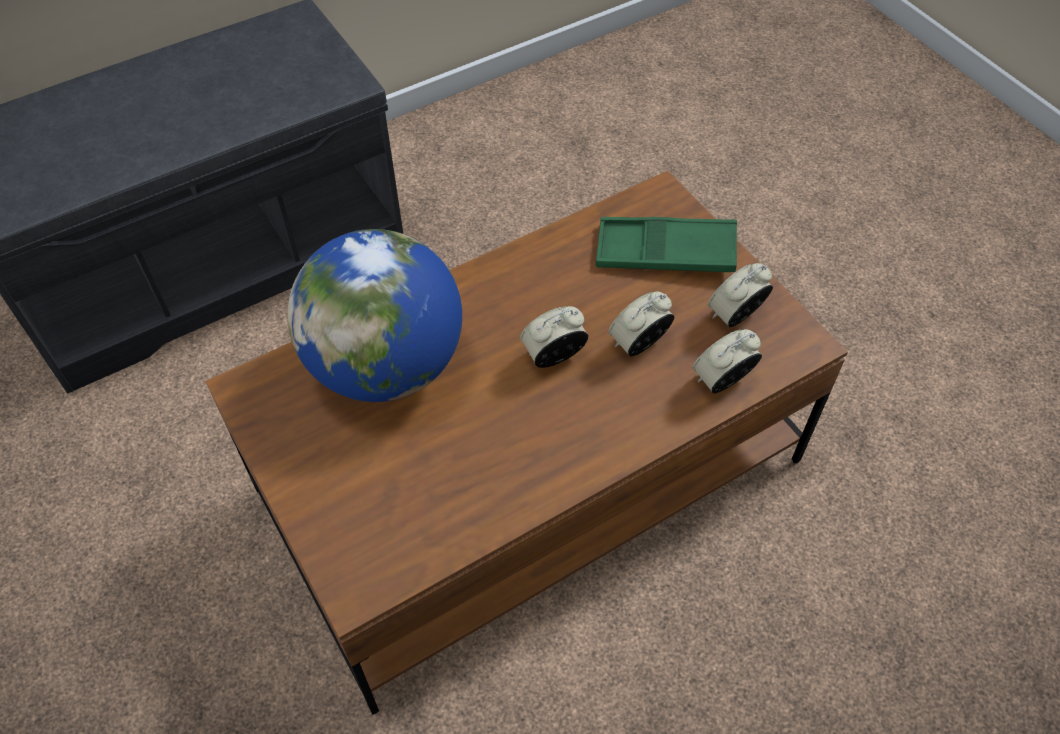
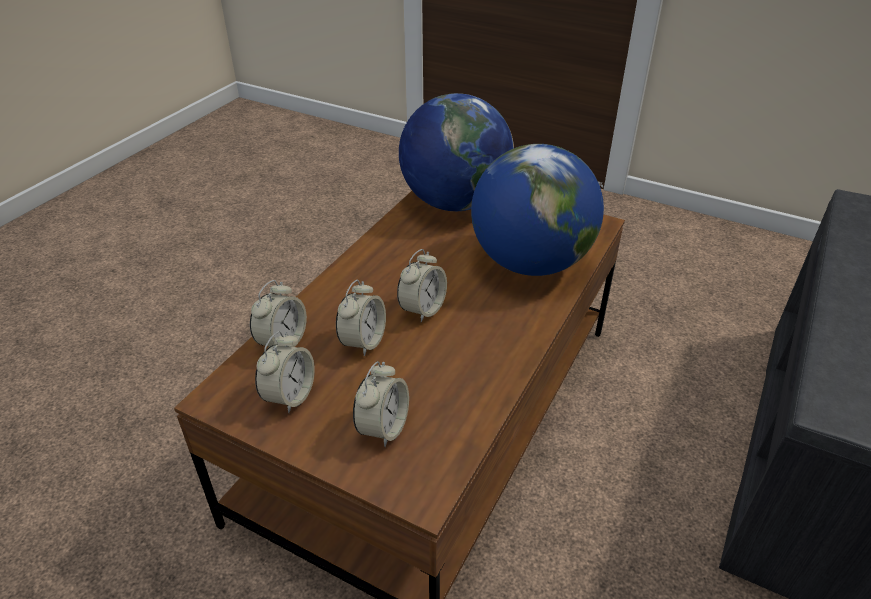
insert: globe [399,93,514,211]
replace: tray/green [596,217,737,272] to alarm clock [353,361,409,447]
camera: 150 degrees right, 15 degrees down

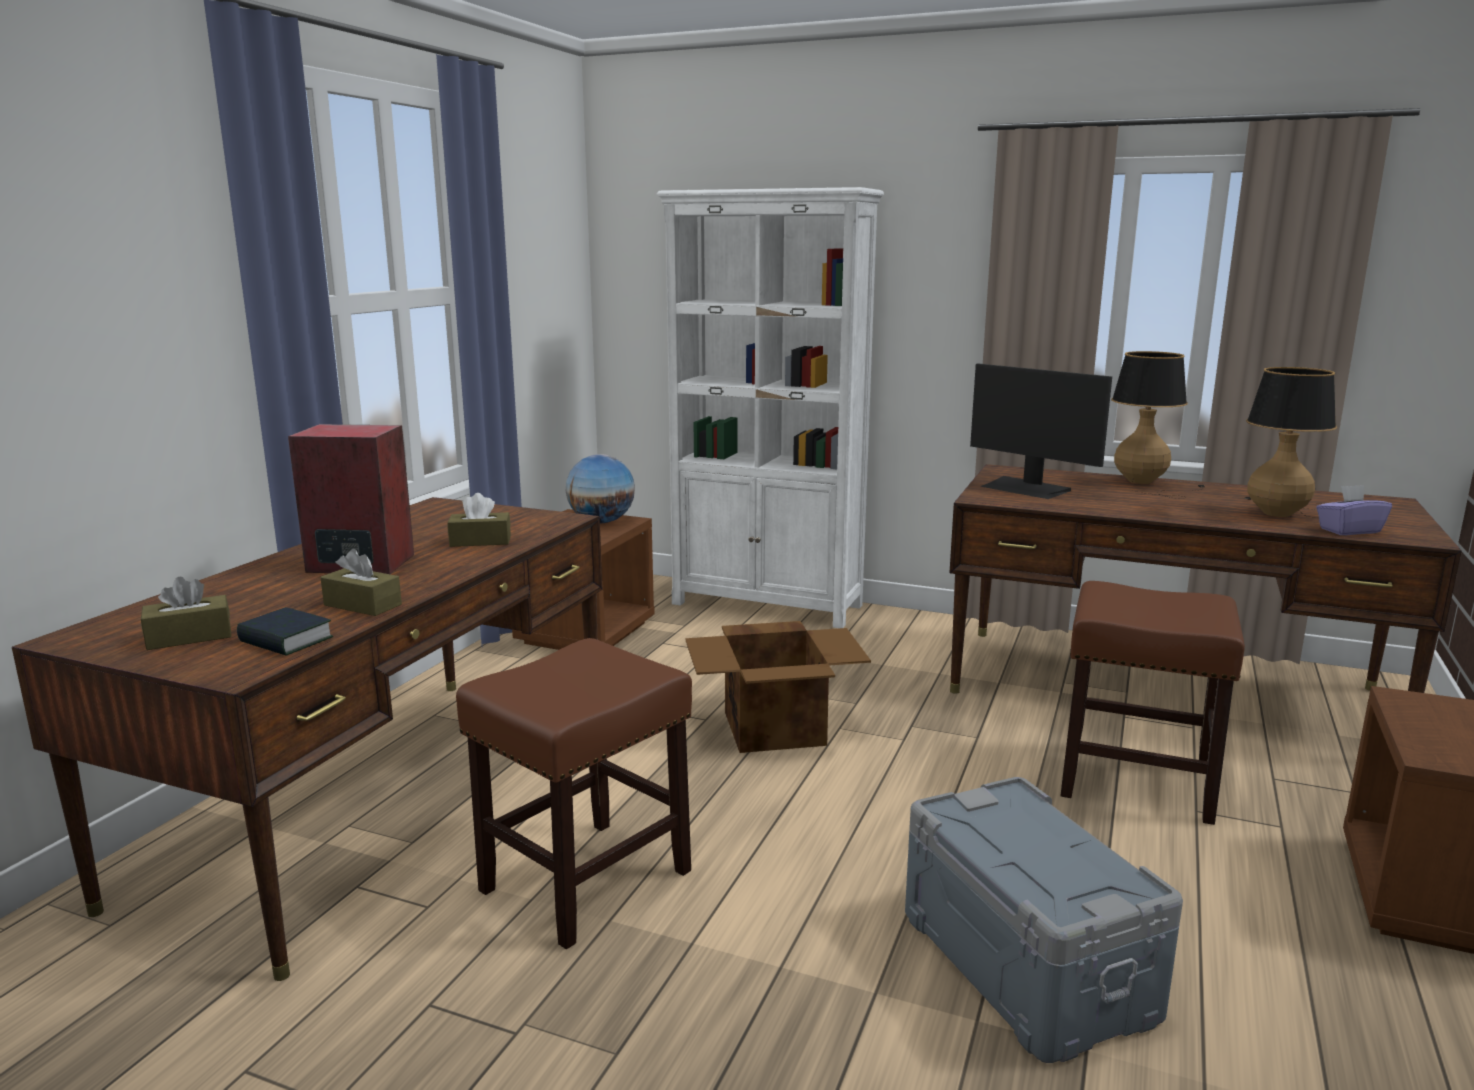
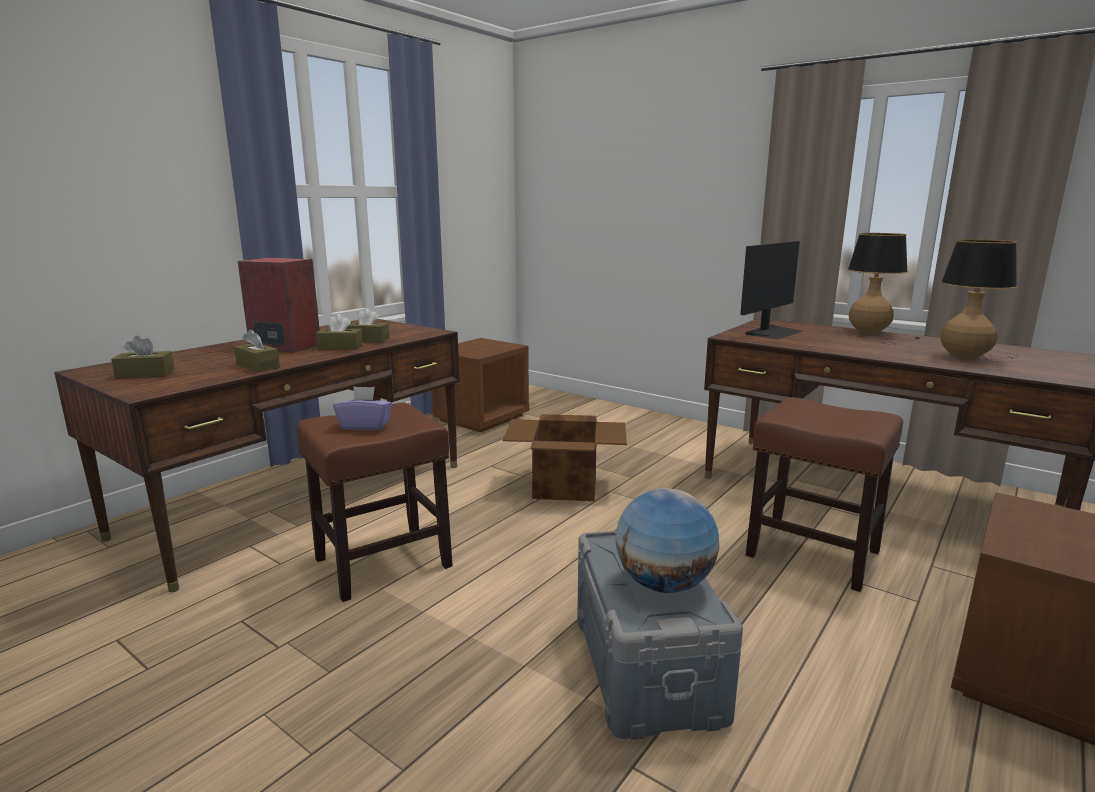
delete: book [237,607,333,656]; bookcase/white [657,187,884,628]
insert: tissue box/brown [316,314,363,350]
move: tissue box/purple [1316,485,1392,535] to [333,386,392,430]; globe [566,454,635,523] to [615,488,720,593]
rotate: monitor [970,364,1112,499] = [740,241,803,340] 105 degrees counterclockwise
camera: 15 degrees right, 0 degrees up

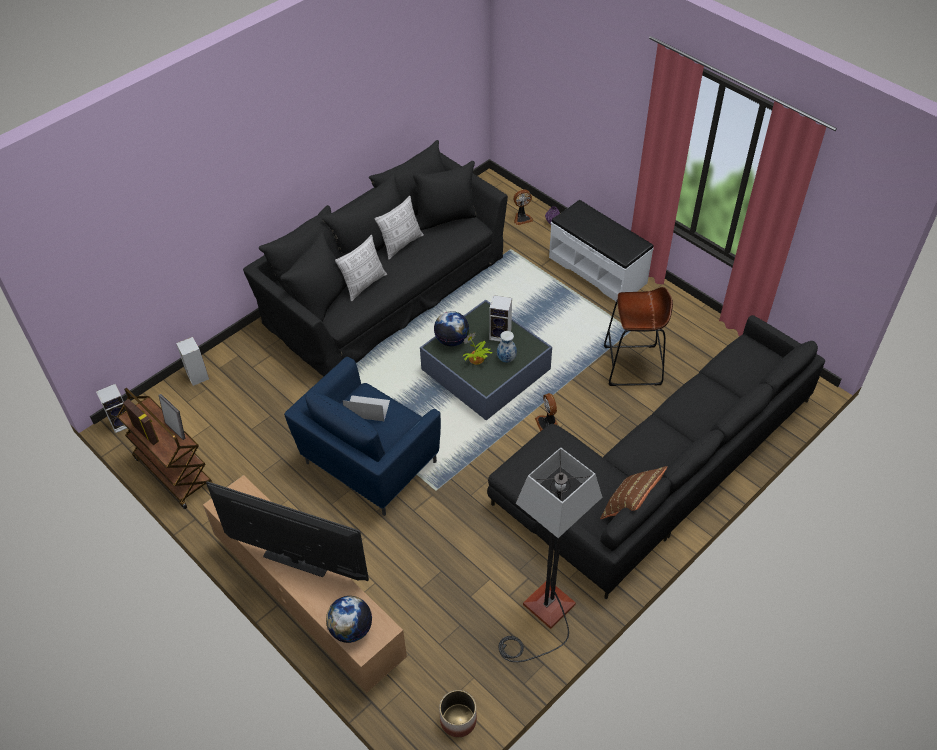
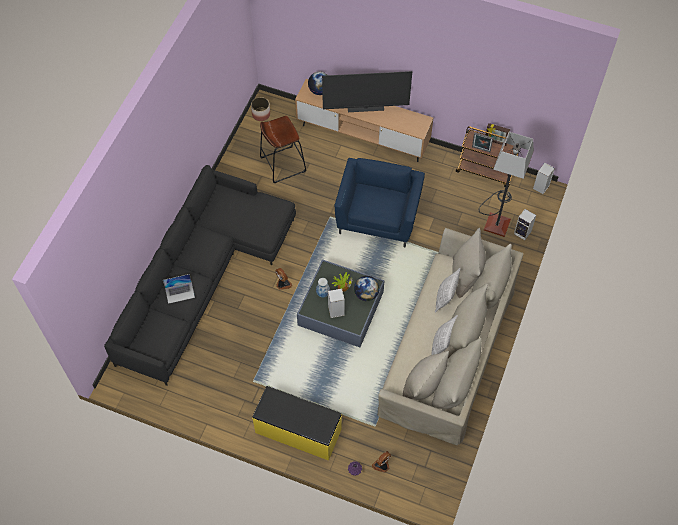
delete: pillow/brown [600,466,667,519]
move: laptop [342,395,390,421] to [163,274,195,304]; stool/brown [604,287,673,386] to [260,116,306,183]; floor lamp [499,447,602,662] to [479,132,534,237]
recolor: bench/white [549,200,653,301] to bench/yellow [252,386,342,461]; sofa/black [243,140,508,377] to sofa/beige [377,228,524,445]
camera: 155 degrees right, 10 degrees up

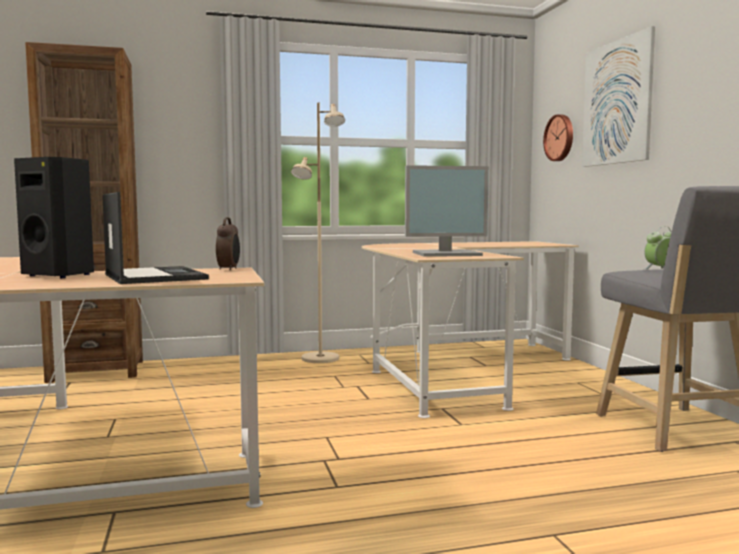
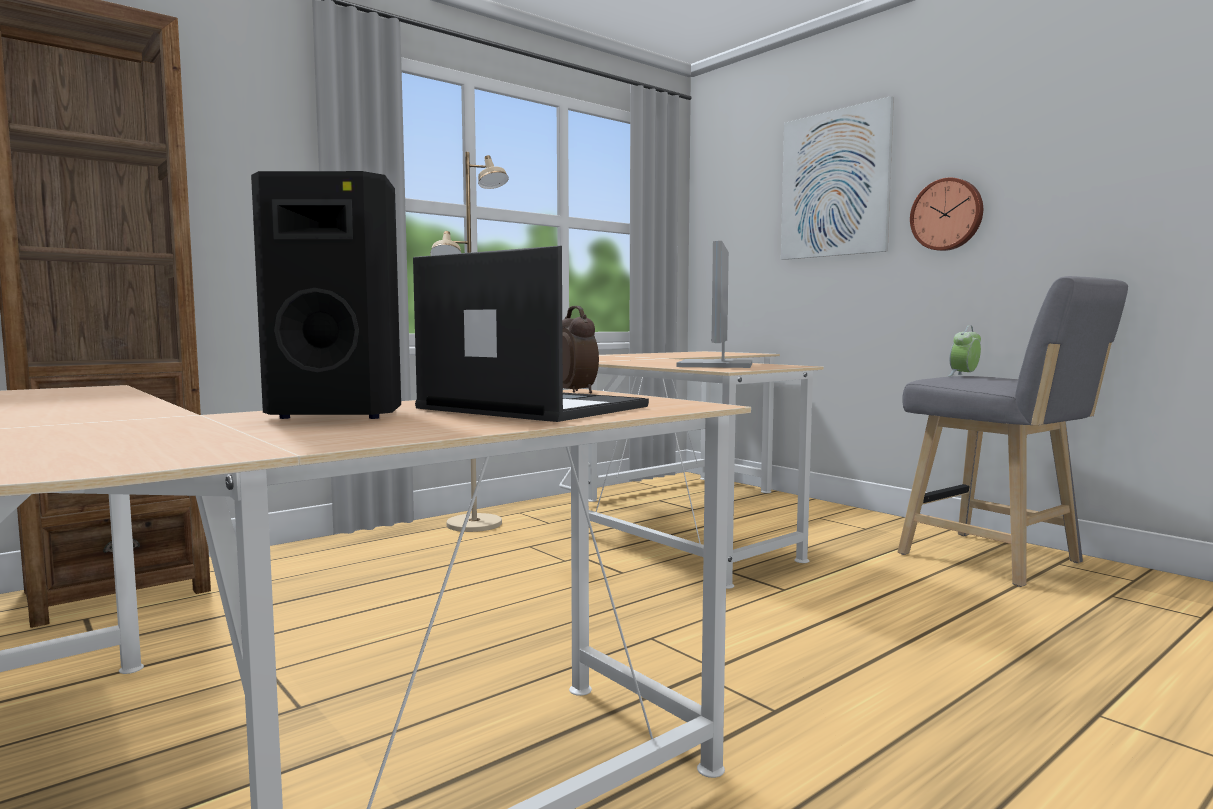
move: wall clock [543,114,573,161] to [910,178,983,251]
rotate: monitor [405,165,489,257] = [676,241,752,368] 135 degrees clockwise
camera: 25 degrees left, 0 degrees up

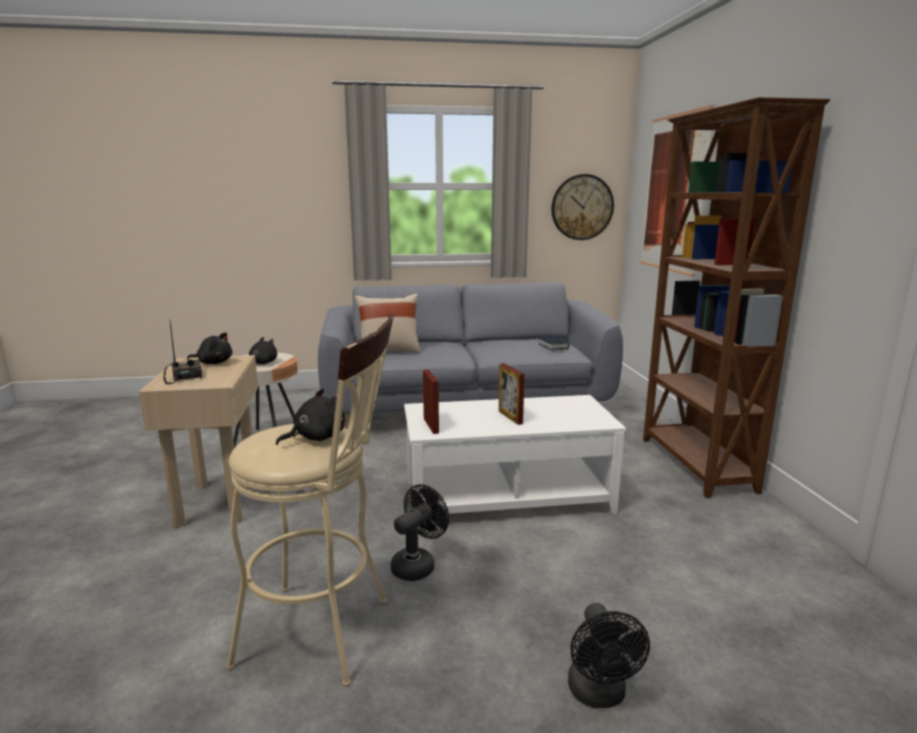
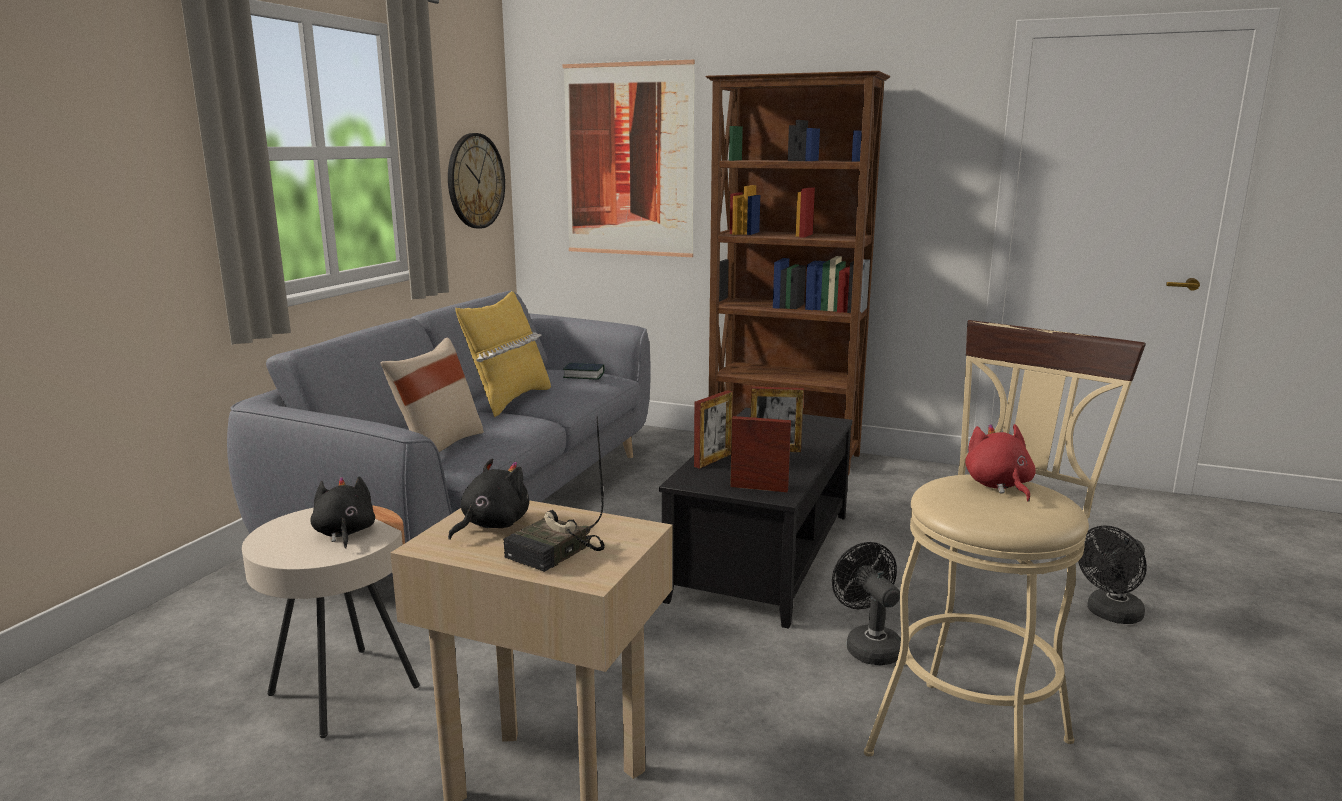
insert: pillow/yellow [455,291,551,417]; picture frame [694,390,733,469]
recolor: coffee table/white [404,395,626,529] to coffee table/black [659,408,852,629]; plush toy/black [276,389,345,445] to plush toy/red [965,424,1036,502]
rotate: radio [163,321,202,384] = [503,416,604,572] 60 degrees counterclockwise; fan/black [568,603,650,708] = [1078,526,1147,624] 120 degrees clockwise
camera: 60 degrees left, 0 degrees up

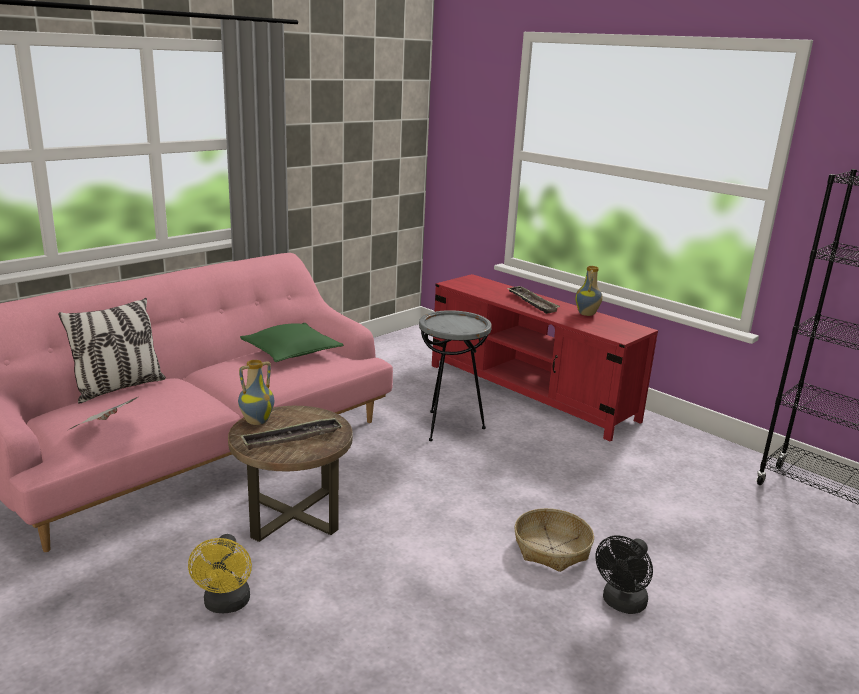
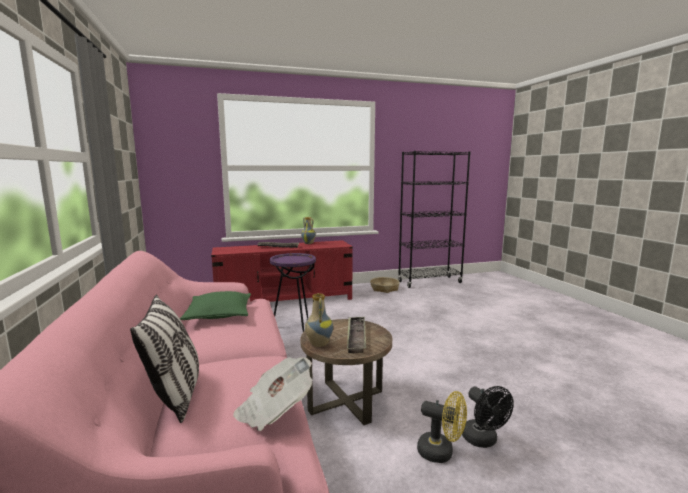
move: basket [514,508,594,572] to [370,277,400,293]; fan/black [595,535,653,614] to [462,386,514,448]
recolor: side table/grey [419,310,492,441] to side table/purple [270,253,316,332]
camera: 60 degrees left, 10 degrees down

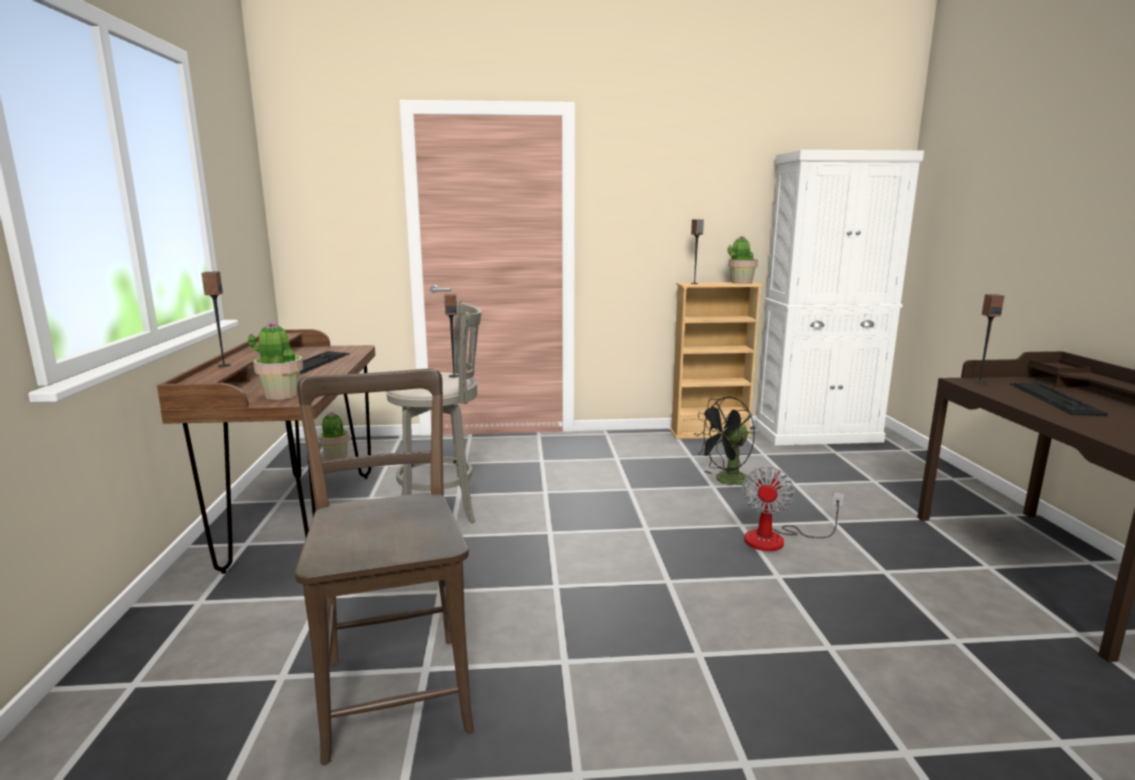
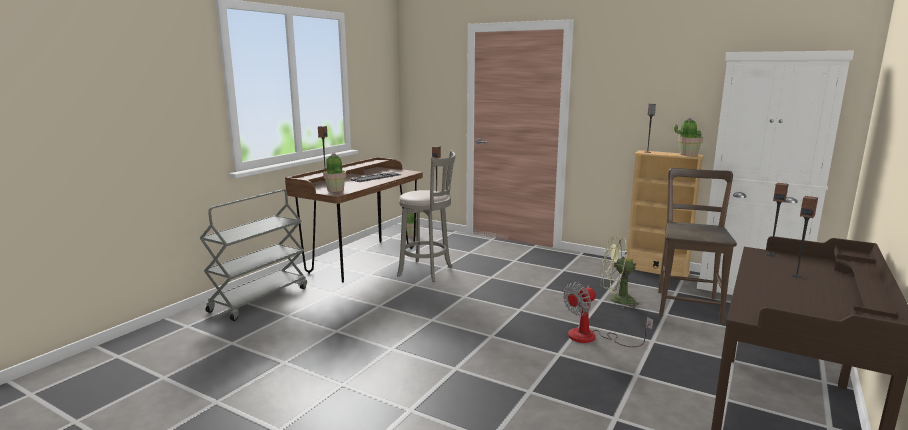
insert: cart/grey [200,189,307,321]
move: chair/brown [294,368,474,765] to [658,168,737,324]
replace: keyboard [1010,382,1108,416] to speaker [791,196,818,278]
recolor: fan/black [694,397,758,486] to fan/green [600,237,644,308]
camera: 35 degrees right, 0 degrees up

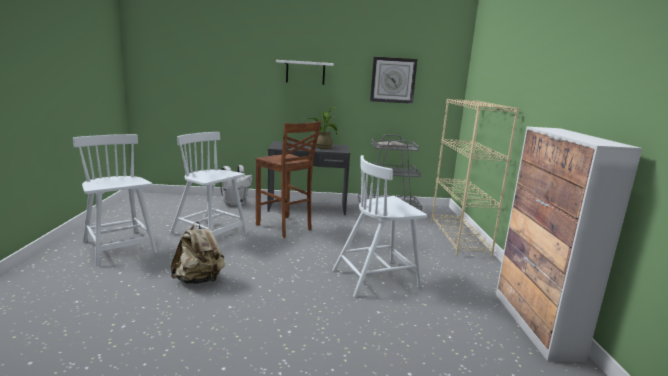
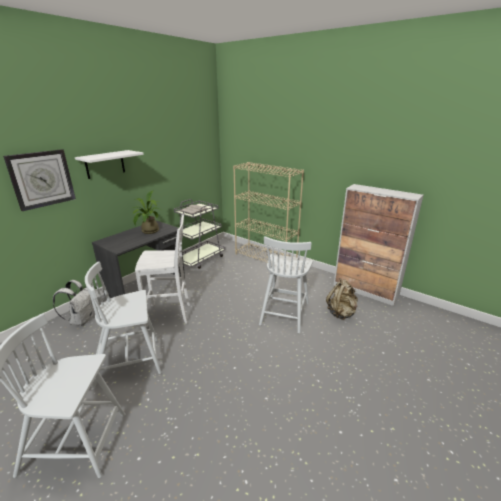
move: wall clock [370,56,417,104] to [3,149,76,211]; backpack/beige [171,222,225,284] to [326,278,358,320]
recolor: stool/brown [255,121,321,238] to stool/white [135,215,190,327]
camera: 50 degrees left, 10 degrees up

